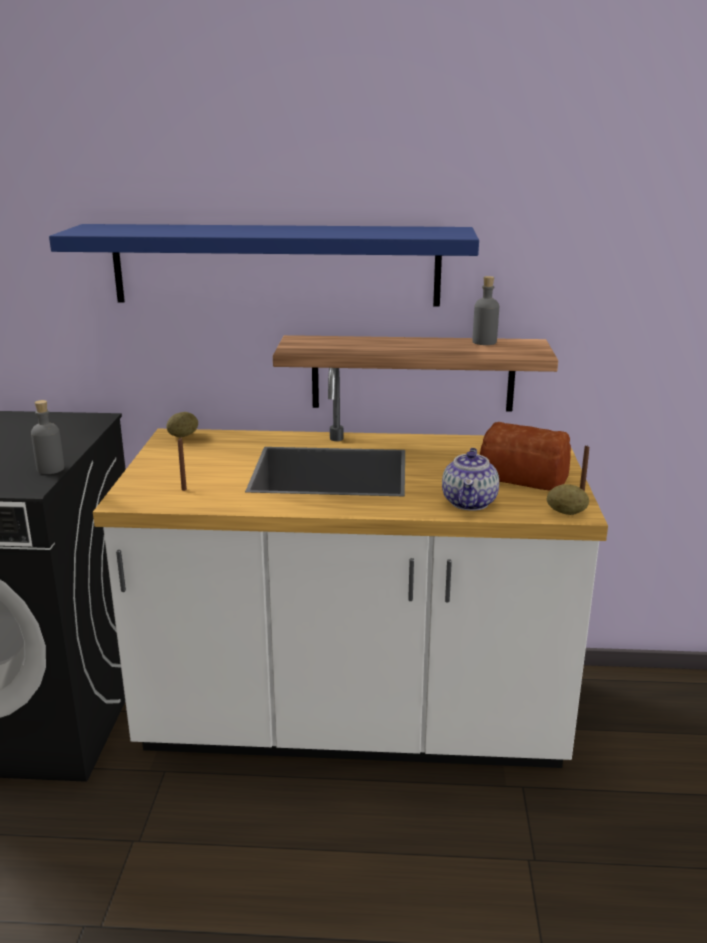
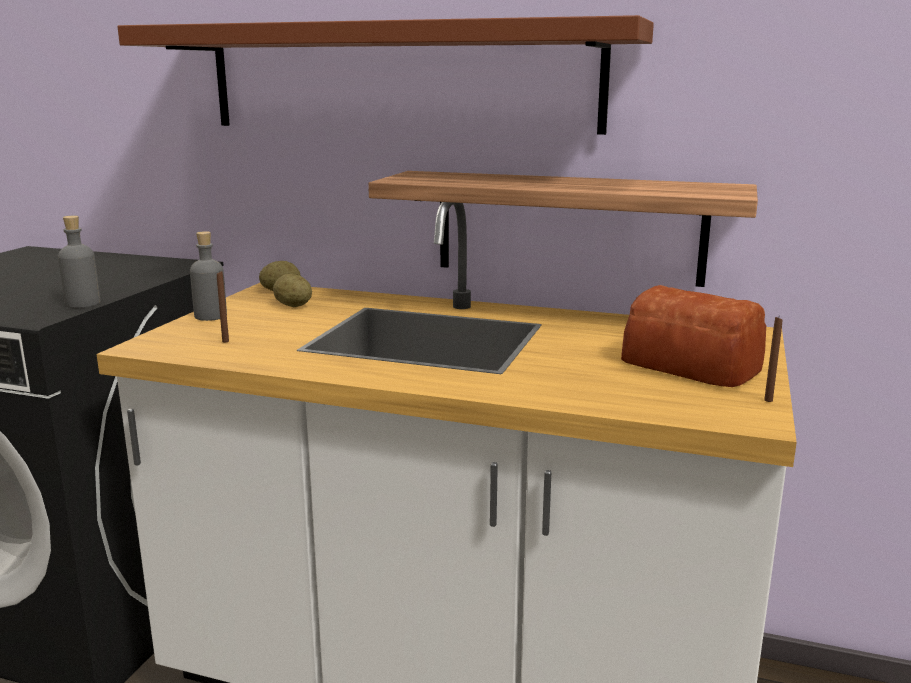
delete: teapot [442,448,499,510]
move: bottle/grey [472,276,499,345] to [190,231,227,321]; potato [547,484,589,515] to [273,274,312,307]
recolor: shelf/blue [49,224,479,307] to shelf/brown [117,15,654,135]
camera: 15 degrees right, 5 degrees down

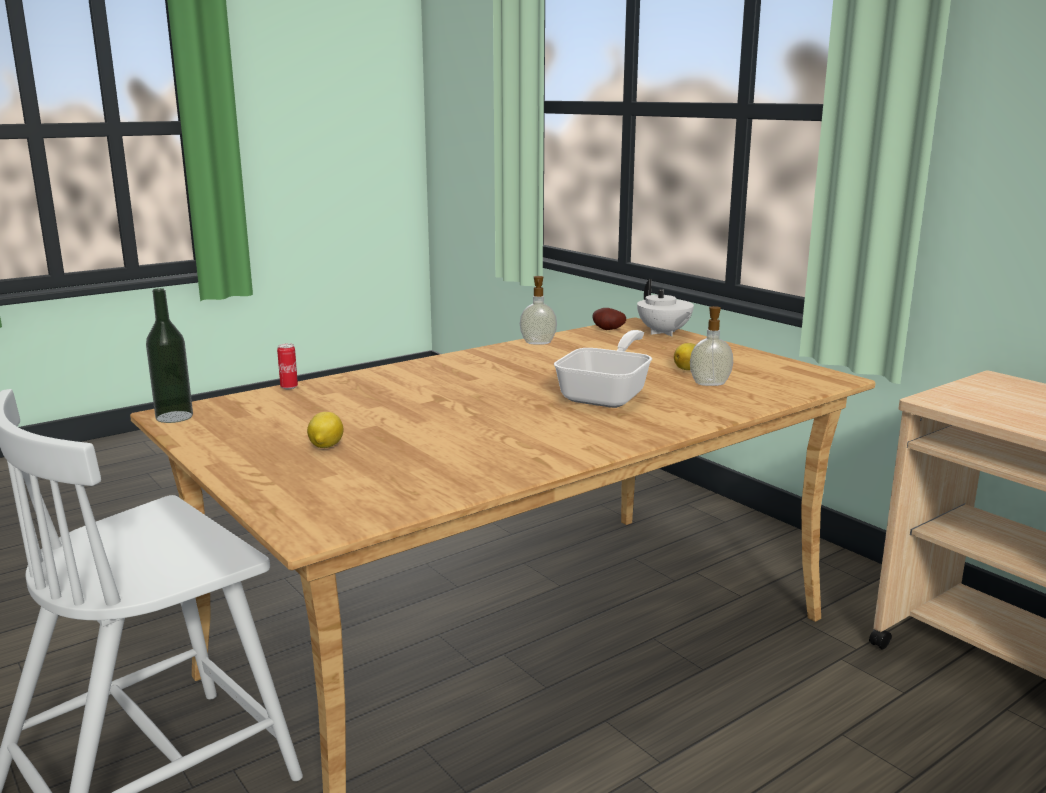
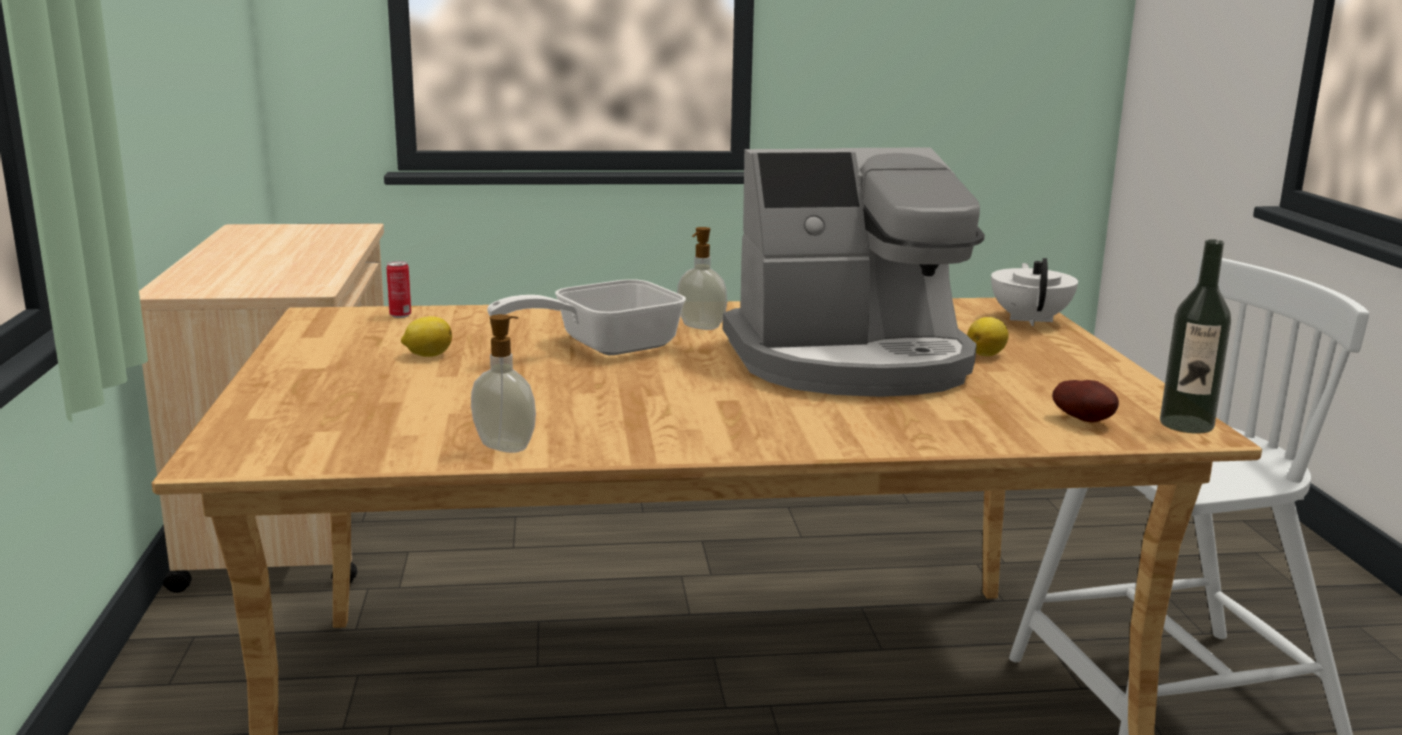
insert: coffee machine [723,147,985,397]
move: can [277,343,298,389] to [387,261,411,318]; soap dispenser [690,306,733,386] to [677,227,727,330]; teapot/white [637,279,694,336] to [991,258,1078,326]; potato [592,308,626,330] to [1052,380,1119,423]
camera: 150 degrees left, 0 degrees up

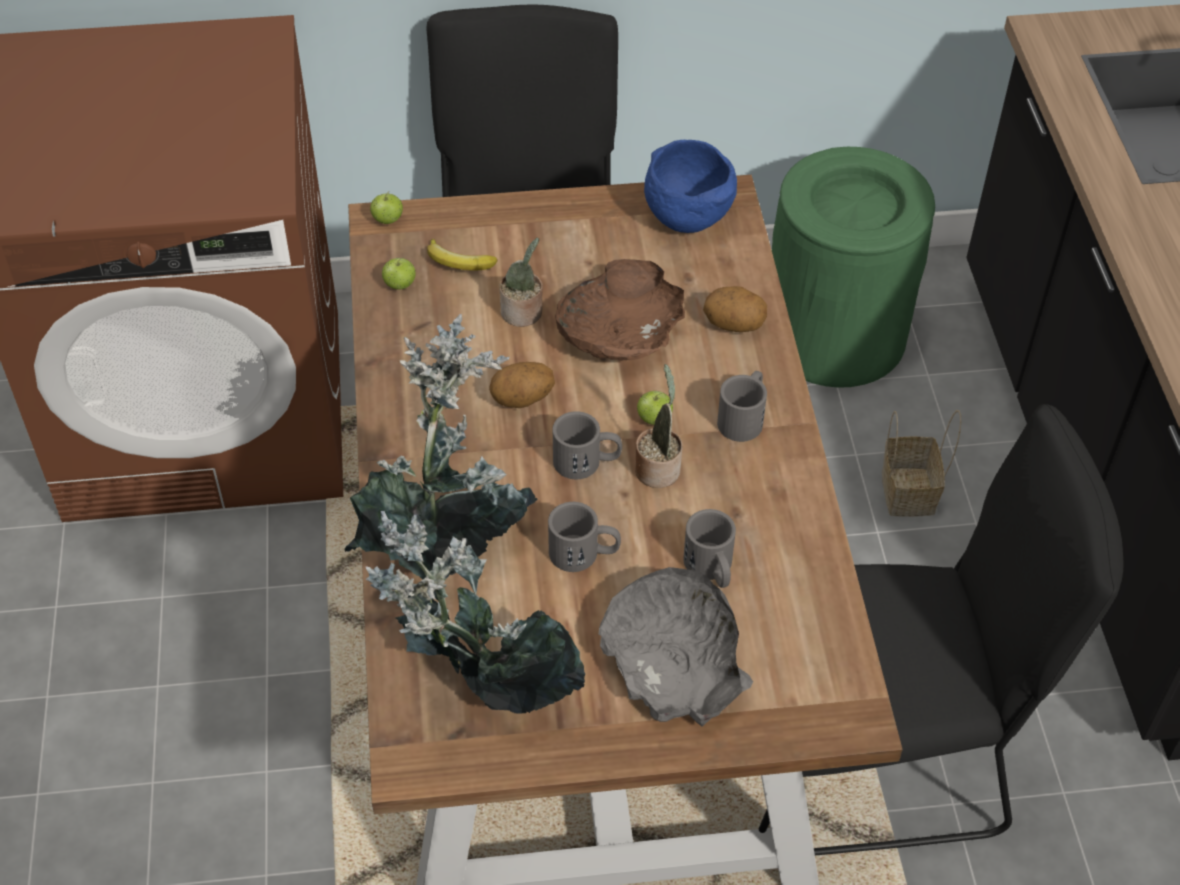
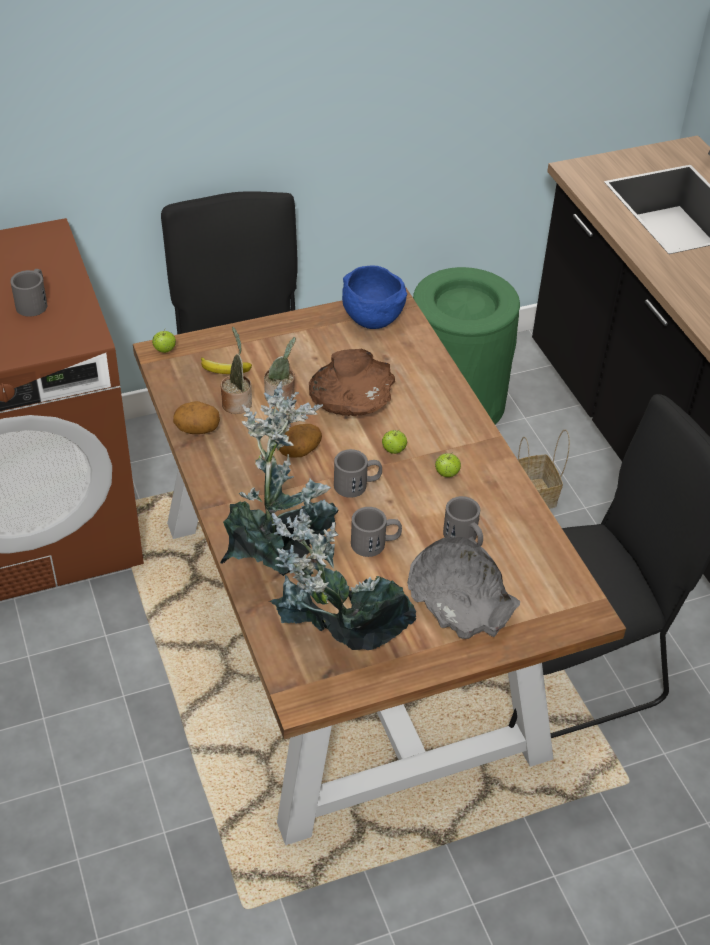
move: mug/grey [717,371,767,442] to [10,269,47,317]; potato [703,286,767,332] to [173,401,220,434]; potted plant [635,364,682,488] to [220,327,252,414]; apple [382,258,416,290] to [435,453,461,477]
camera: 15 degrees left, 5 degrees down

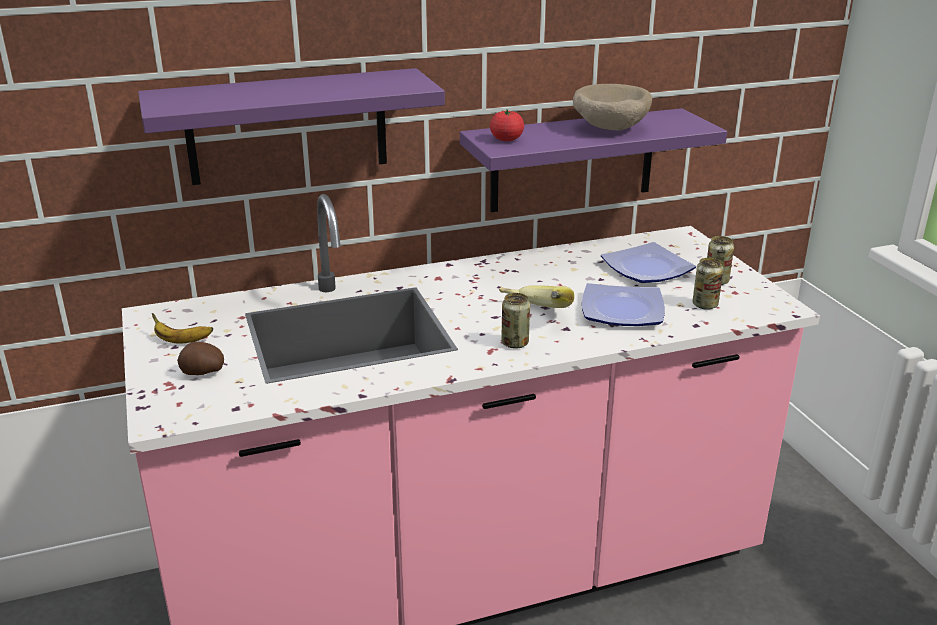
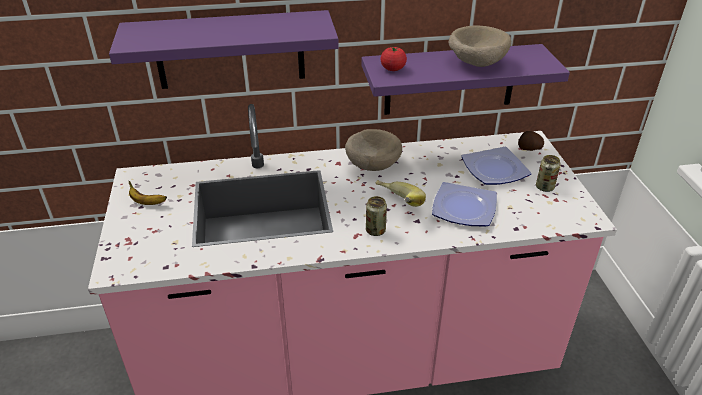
delete: can [693,258,723,310]
insert: bowl/beige [345,129,402,171]
move: potato [177,342,224,375] to [518,131,544,151]
camera: 10 degrees right, 10 degrees up

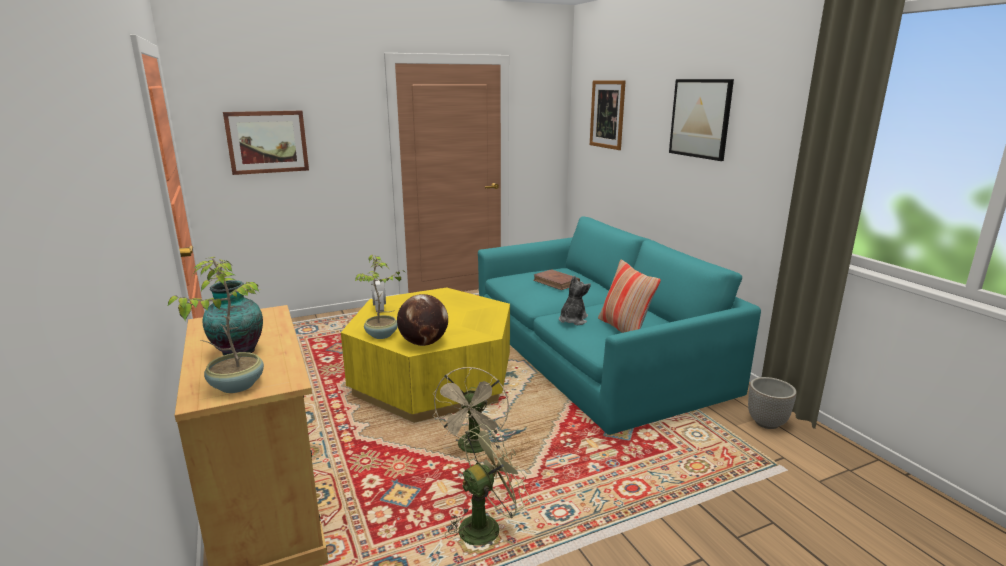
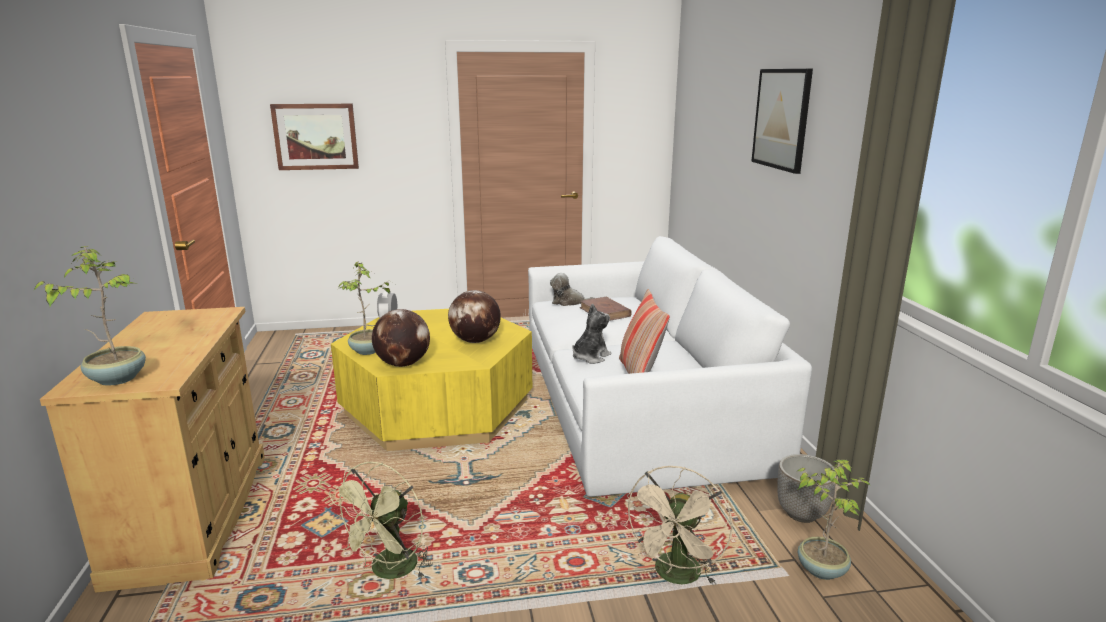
delete: vase [203,280,263,355]; picture [590,80,626,150]
insert: globe [448,290,501,343]; plush toy [550,273,594,306]; potted plant [797,460,870,580]
move: fan/beige [432,367,509,453] to [623,466,733,586]
recolor: sofa/turquoise [478,216,761,435] to sofa/white [528,236,812,497]
rotate: fan/green [445,424,531,546] = [328,461,431,579] 135 degrees clockwise
camera: 15 degrees right, 0 degrees up

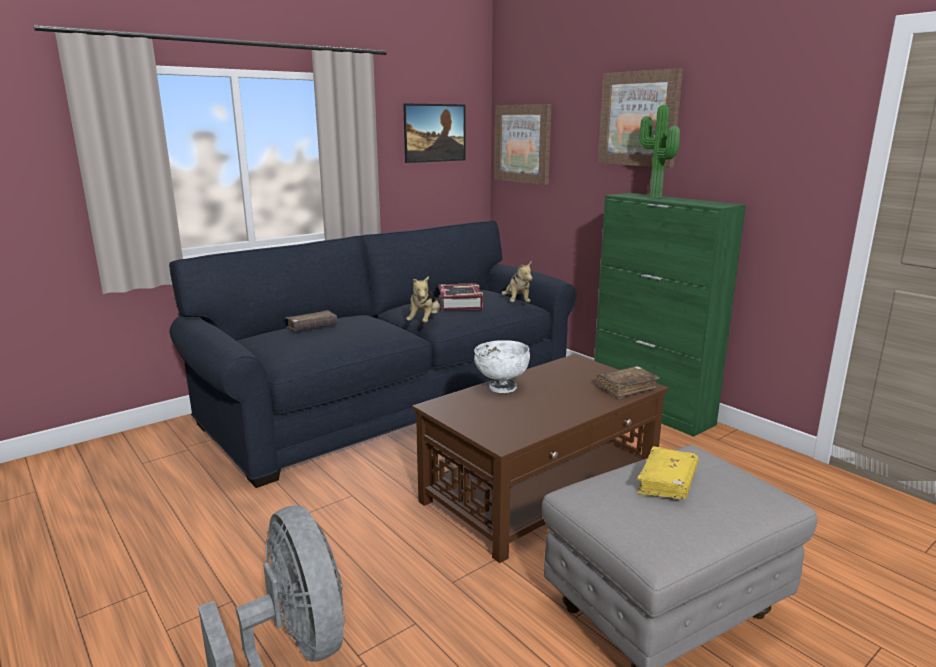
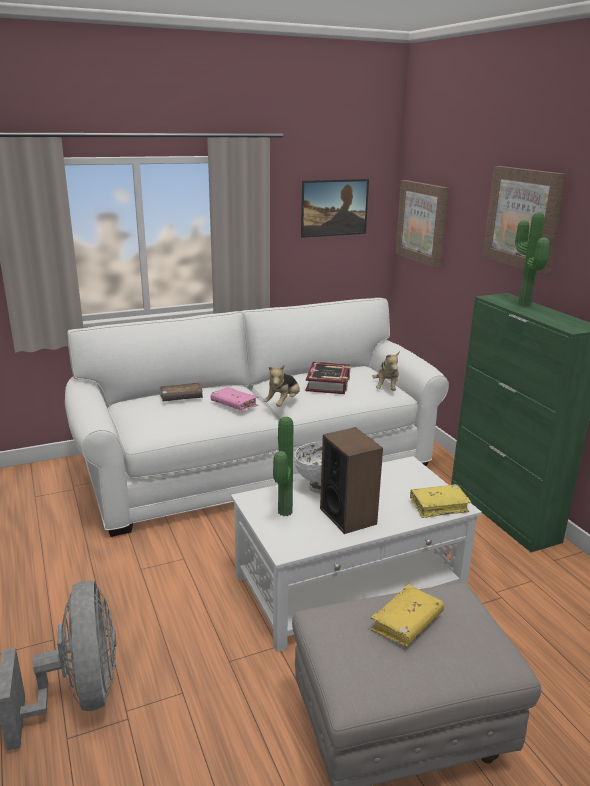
insert: book/pink [211,387,258,411]; potted plant [273,417,293,516]; speaker [320,427,383,534]
recolor: sofa/blue [169,221,576,488] to sofa/white [65,298,449,537]; coffee table/brown [412,354,669,563] to coffee table/white [231,456,482,652]; book/brown [597,366,660,399] to book/yellow [410,484,471,518]
camera: 15 degrees right, 5 degrees up

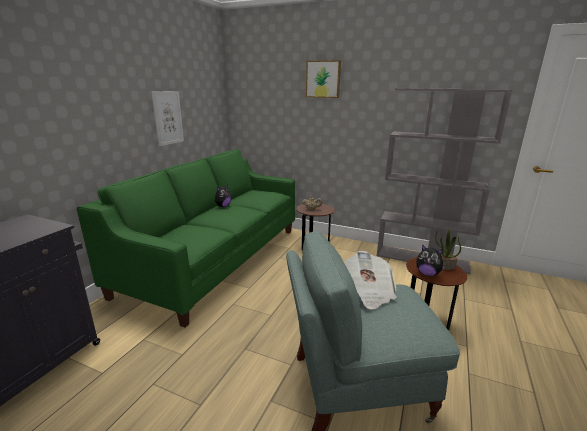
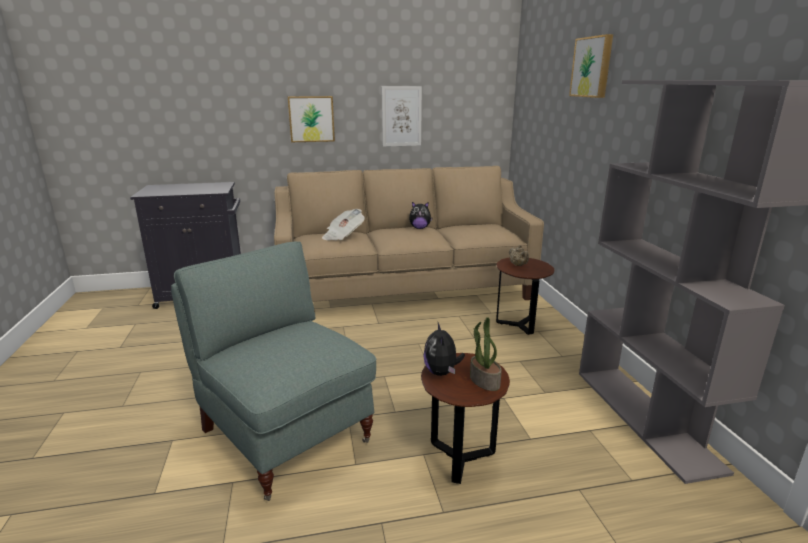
insert: picture [288,96,335,142]
move: newspaper [345,251,397,310] to [322,209,365,241]
recolor: sofa/green [77,149,295,328] to sofa/beige [274,166,544,302]
camera: 55 degrees right, 0 degrees up

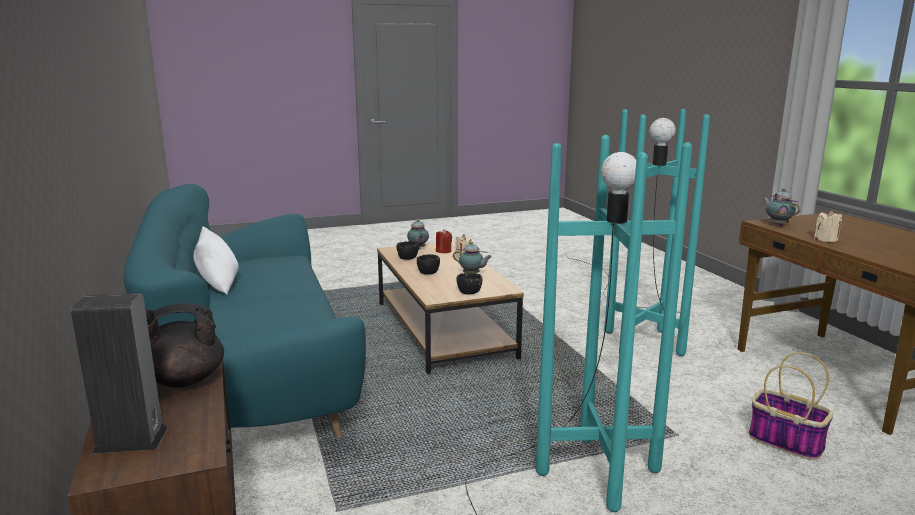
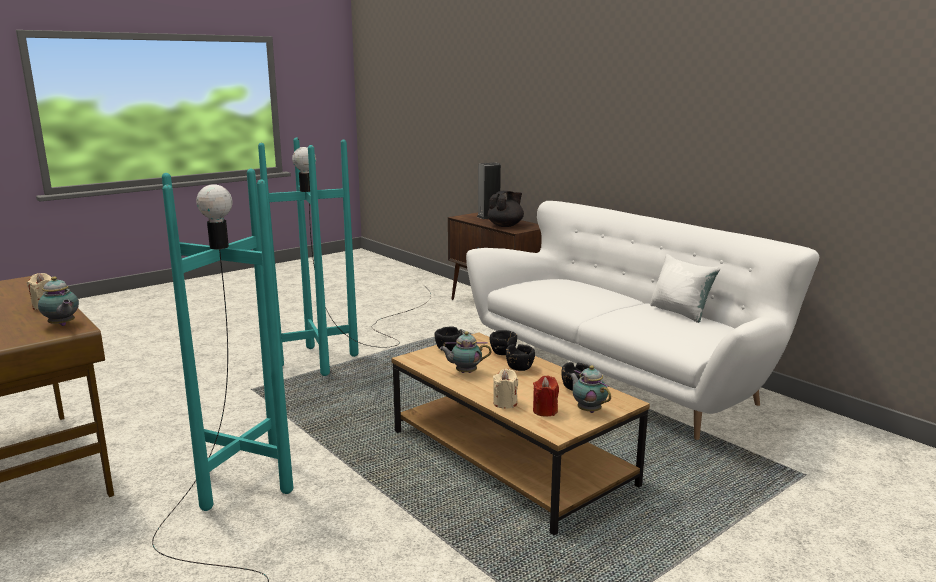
delete: basket [749,352,834,460]
insert: bowl/black [490,330,517,355]
recolor: sofa/turquoise [123,184,366,439] to sofa/white [466,201,820,440]
camera: 160 degrees right, 0 degrees up

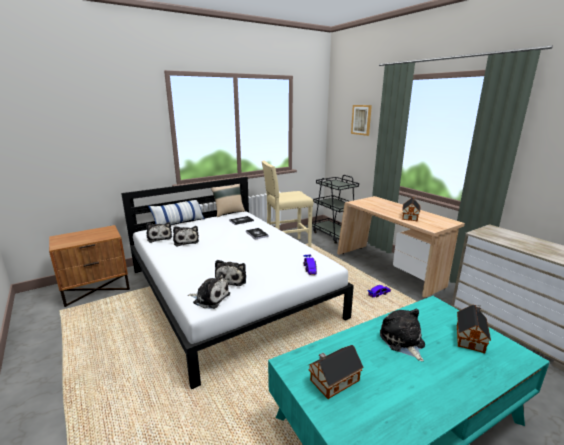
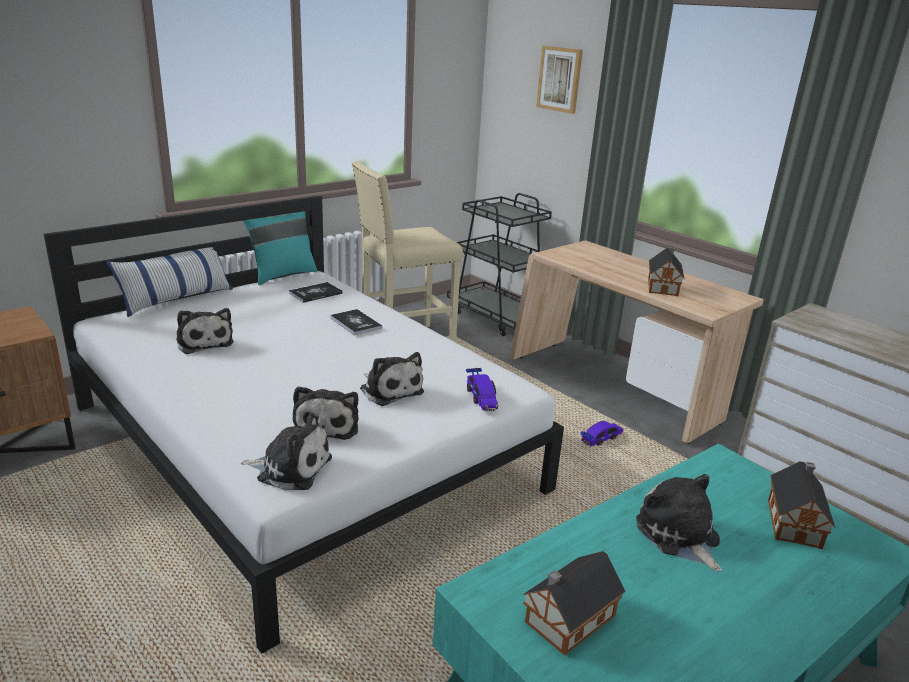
move: plush toy [146,222,172,243] to [360,352,424,406]
recolor: pillow/beige [211,184,245,217] to pillow/turquoise [243,211,317,285]
camera: 10 degrees left, 5 degrees up

